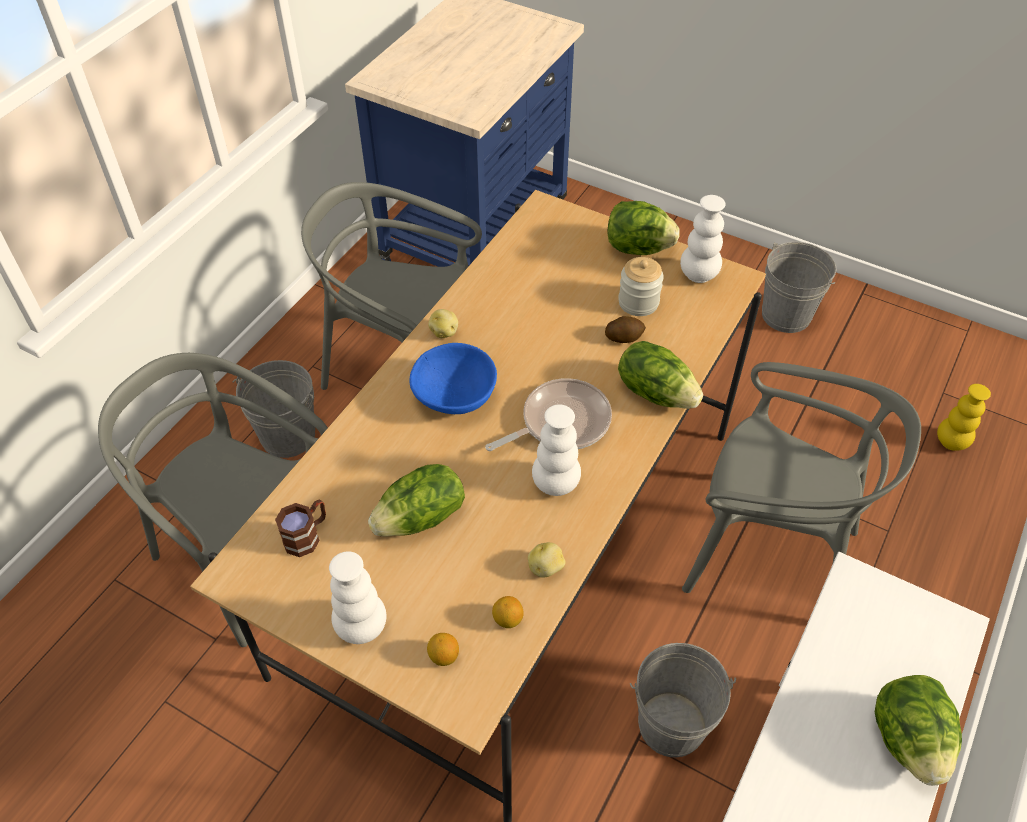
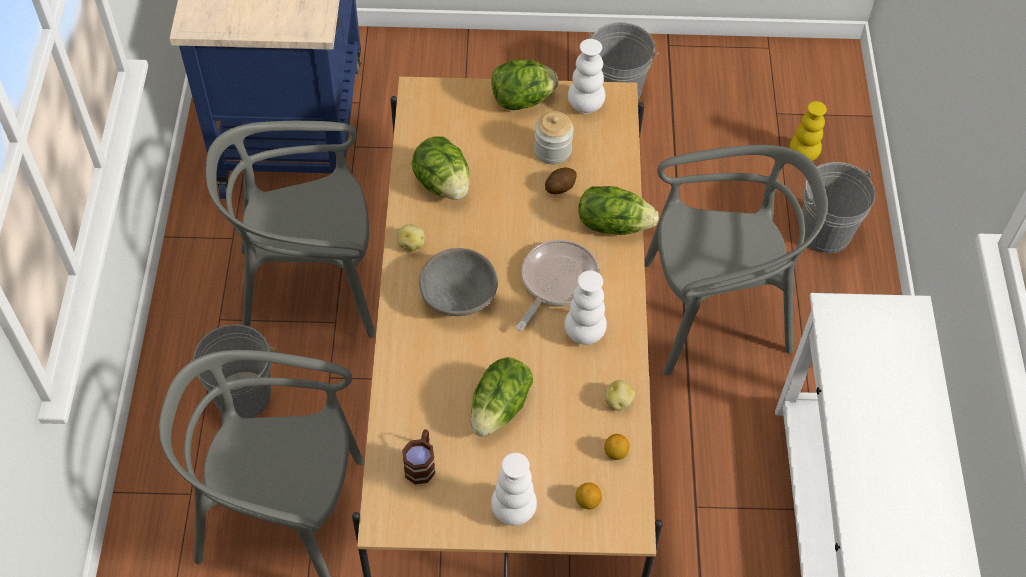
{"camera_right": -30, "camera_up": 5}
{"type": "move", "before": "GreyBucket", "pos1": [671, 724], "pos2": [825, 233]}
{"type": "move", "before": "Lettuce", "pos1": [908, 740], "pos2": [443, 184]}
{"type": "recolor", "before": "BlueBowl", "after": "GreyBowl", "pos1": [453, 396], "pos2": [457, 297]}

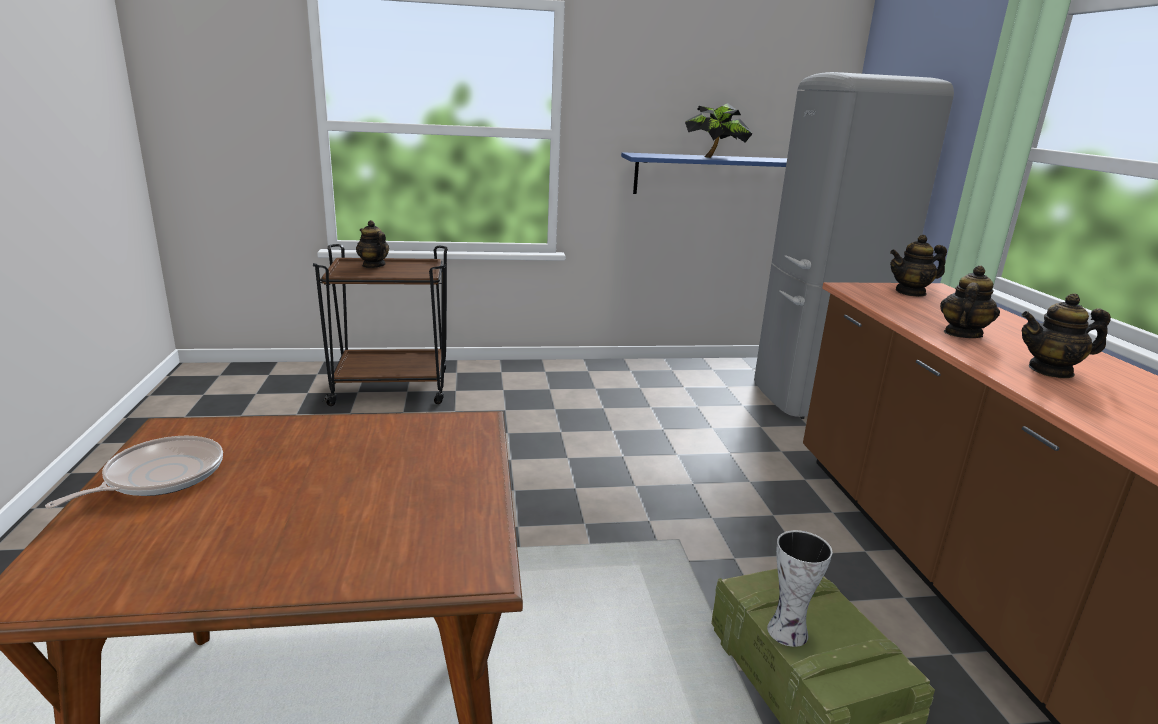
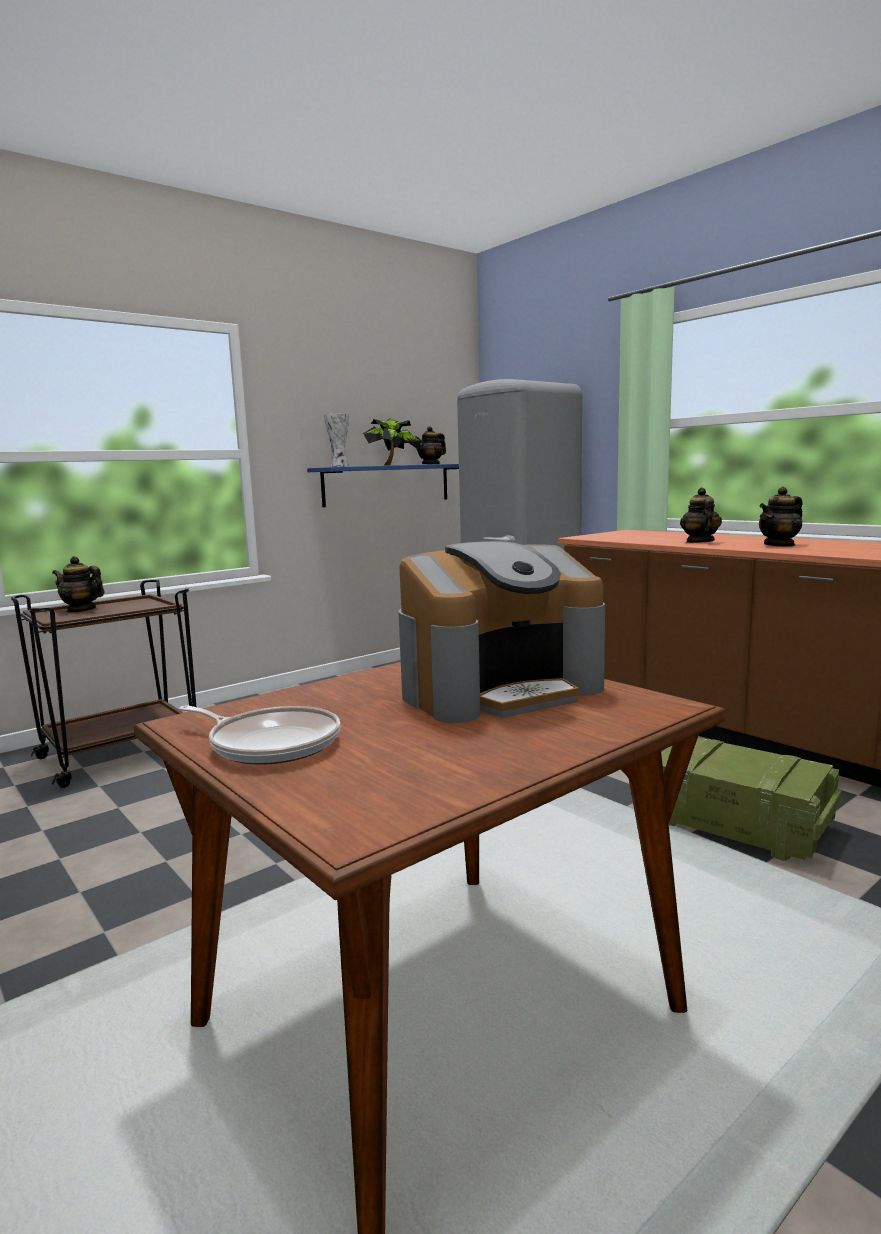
{"camera_right": -30, "camera_up": -10}
{"type": "insert", "after": "CoffeeMachine", "pos2": [500, 690]}
{"type": "move", "before": "Vase", "pos1": [787, 633], "pos2": [339, 466]}
{"type": "move", "before": "Teapot", "pos1": [911, 292], "pos2": [431, 464]}
{"type": "rotate", "before": "FryingPan", "pos1": [159, 477], "pos2": [270, 744], "turn": 120}

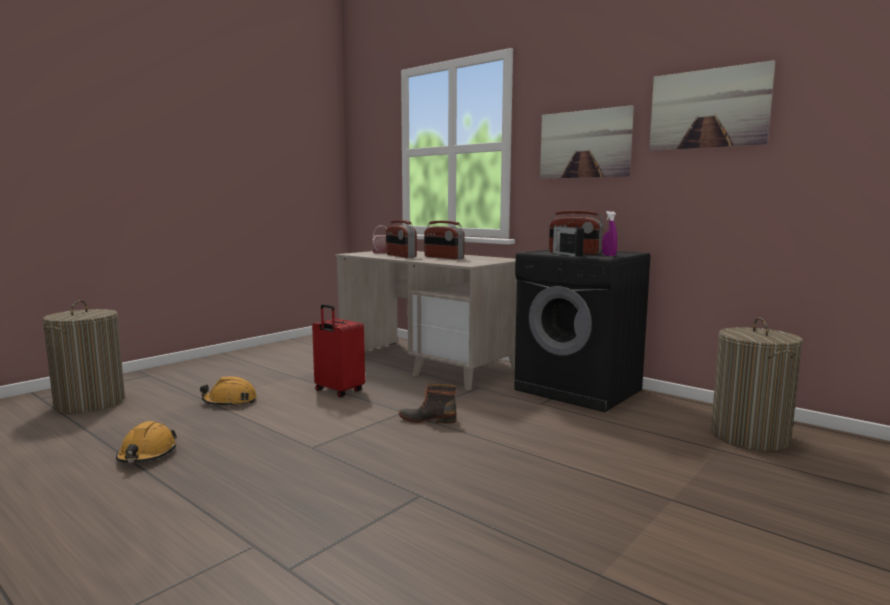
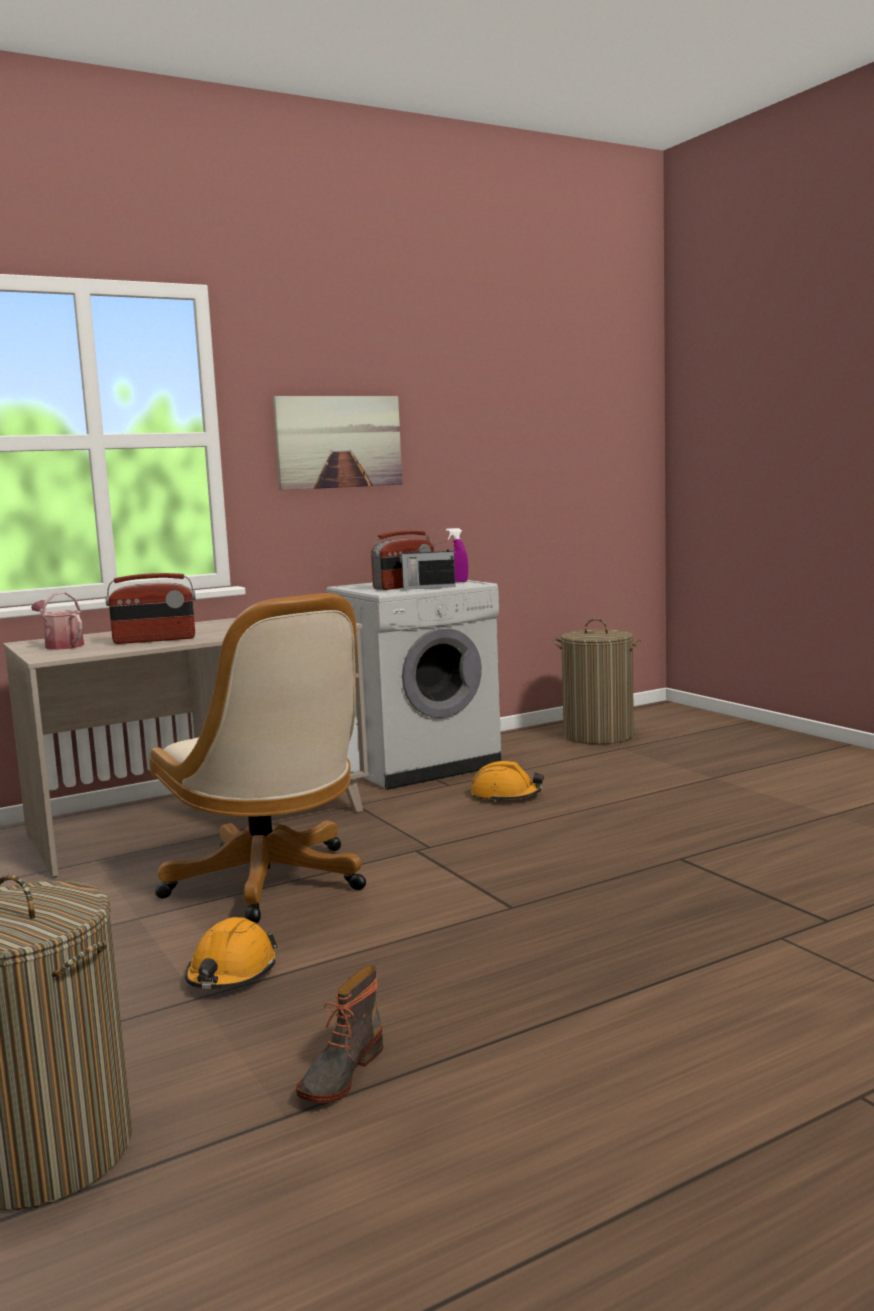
{"camera_right": -70, "camera_up": 0}
{"type": "delete", "before": "Radio", "pos1": [443, 257]}
{"type": "delete", "before": "Picture", "pos1": [708, 109]}
{"type": "move", "before": "OrangeHardHat", "pos1": [147, 455], "pos2": [506, 796]}
{"type": "move", "before": "Boot", "pos1": [427, 419], "pos2": [340, 1073]}
{"type": "replace", "before": "RedSuitcase", "after": "OfficeChair", "pos1": [338, 391], "pos2": [273, 886]}
{"type": "recolor", "before": "BlackWashingMachine", "after": "WhiteWashingMachine", "pos1": [577, 391], "pos2": [420, 766]}

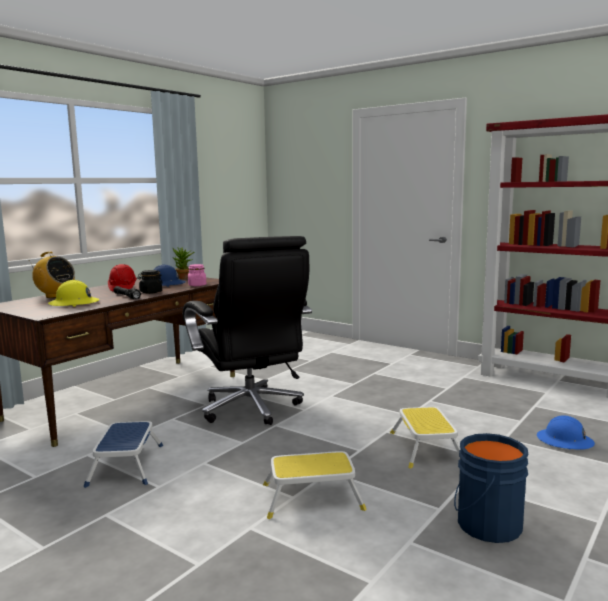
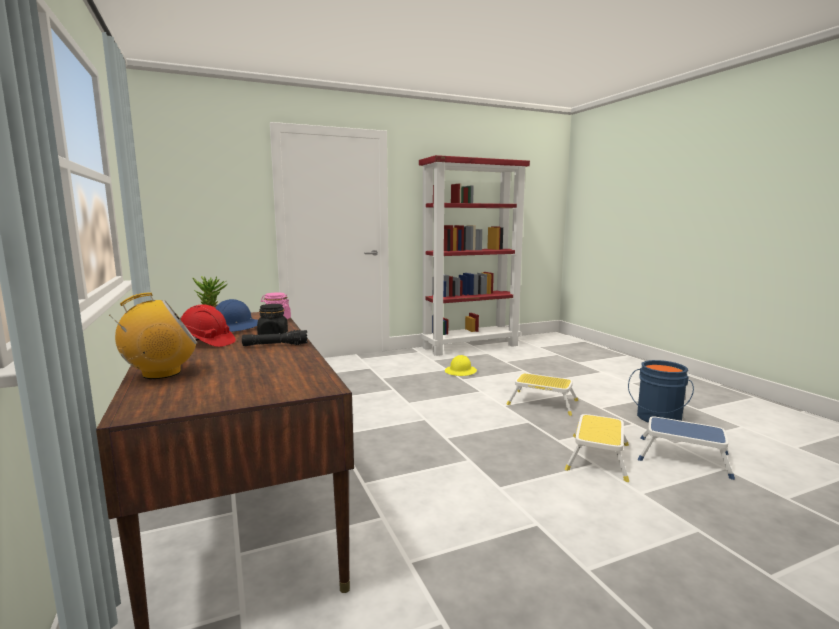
{"camera_right": -60, "camera_up": 0}
{"type": "delete", "before": "BlackOfficeChair", "pos1": [253, 410]}
{"type": "delete", "before": "BlueHardHat", "pos1": [565, 441]}
{"type": "move", "before": "YellowHardHat", "pos1": [74, 303], "pos2": [460, 371]}
{"type": "move", "before": "BlueStepLadder", "pos1": [126, 465], "pos2": [683, 457]}

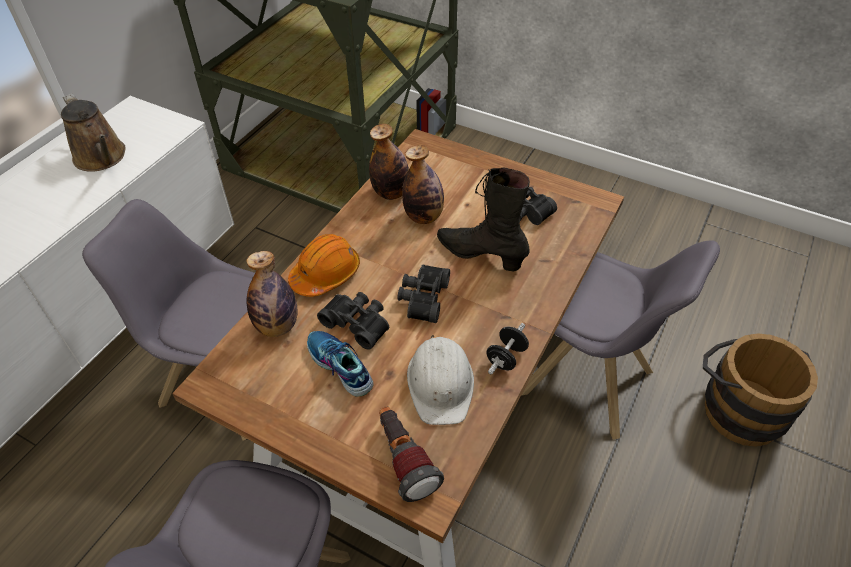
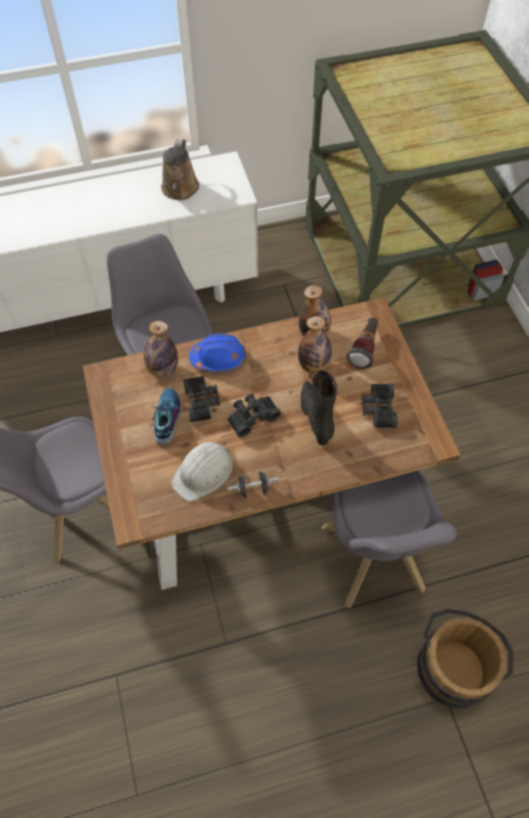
{"camera_right": 45, "camera_up": 10}
{"type": "move", "before": "Flashlight", "pos1": [404, 460], "pos2": [365, 347]}
{"type": "recolor", "before": "OrangeHardHat", "after": "BlueHardHat", "pos1": [326, 274], "pos2": [219, 358]}

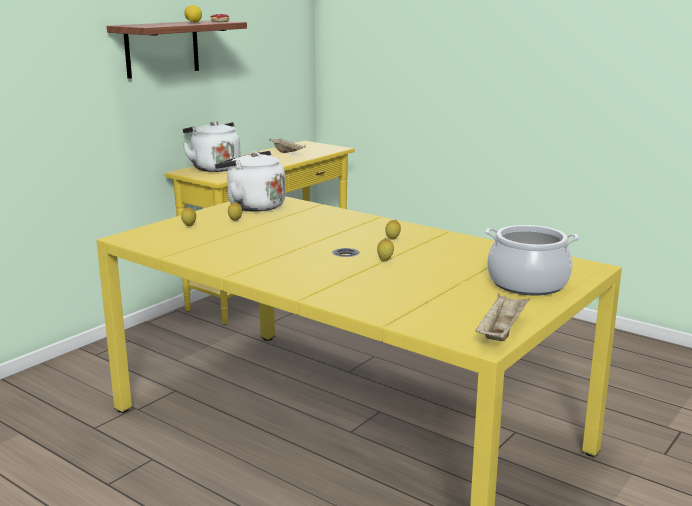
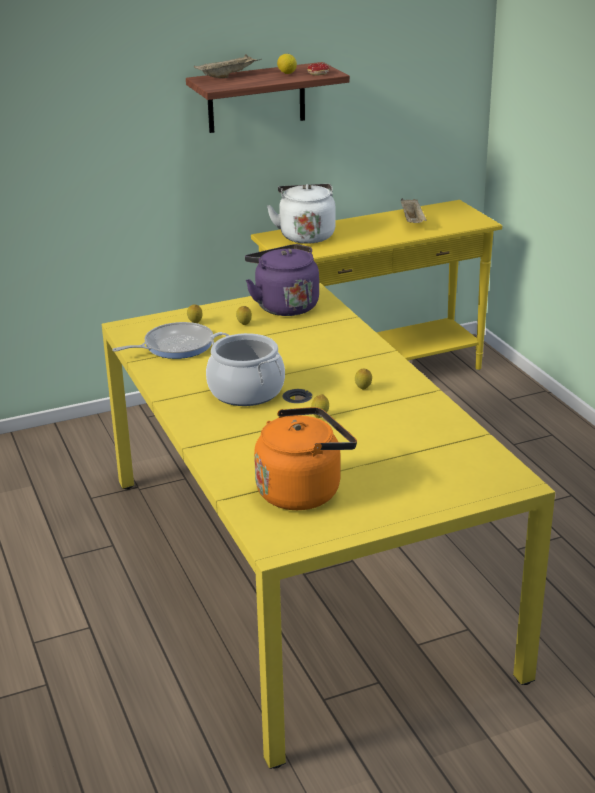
{"camera_right": 30, "camera_up": 10}
{"type": "insert", "after": "FryingPan", "pos2": [174, 346]}
{"type": "insert", "after": "OrangeKettle", "pos2": [303, 491]}
{"type": "move", "before": "BeigeTray", "pos1": [501, 331], "pos2": [228, 76]}
{"type": "move", "before": "CookingPot", "pos1": [527, 283], "pos2": [246, 391]}
{"type": "recolor", "before": "WhiteKettle", "after": "PurpleKettle", "pos1": [253, 206], "pos2": [284, 305]}

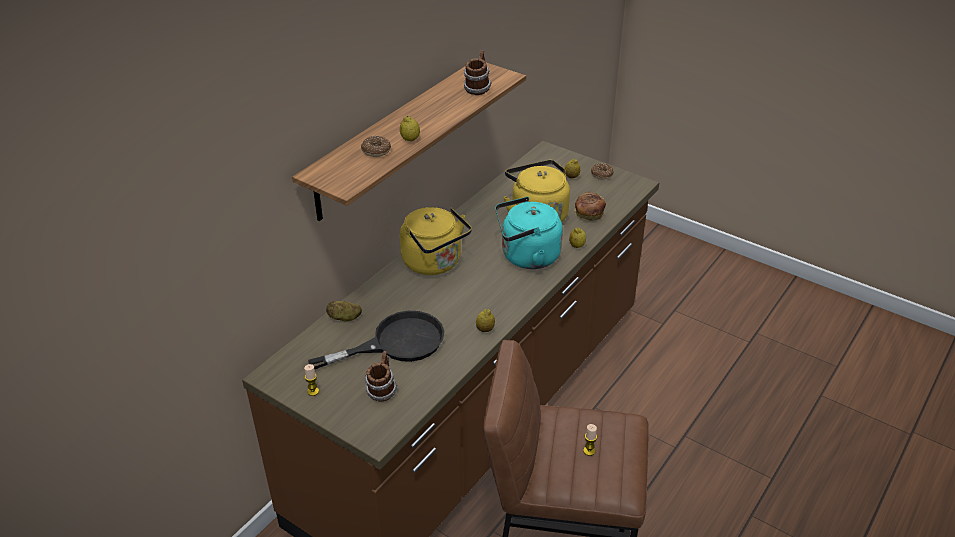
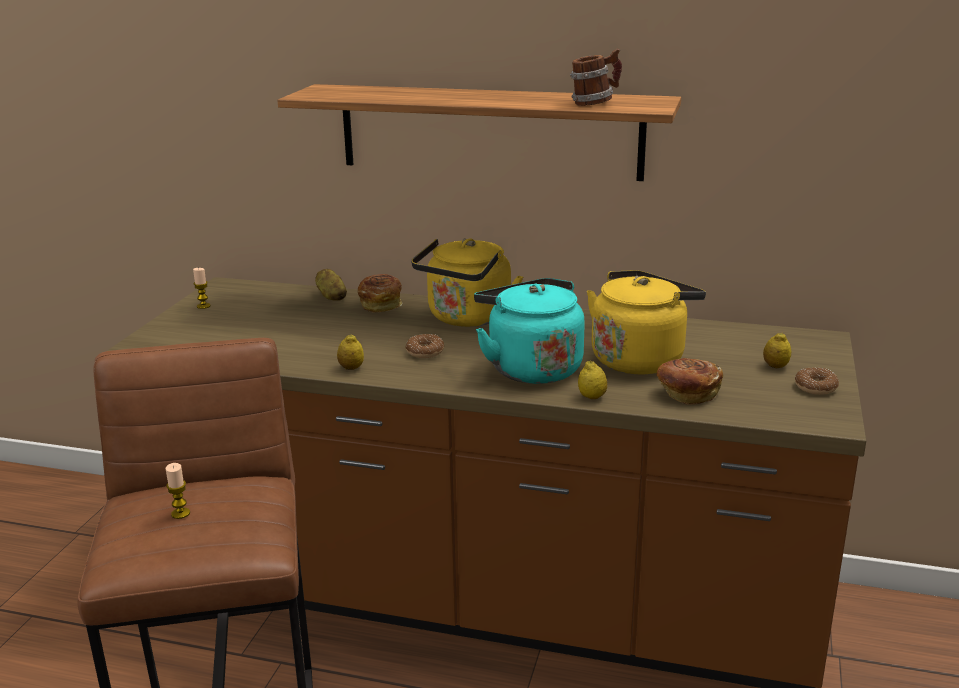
{"camera_right": 70, "camera_up": -15}
{"type": "delete", "before": "BlackFryingPan", "pos1": [396, 343]}
{"type": "delete", "before": "Mug", "pos1": [382, 390]}
{"type": "delete", "before": "Lemon", "pos1": [410, 139]}
{"type": "insert", "after": "Bread", "pos2": [381, 304]}
{"type": "move", "before": "Donut", "pos1": [376, 151], "pos2": [425, 352]}

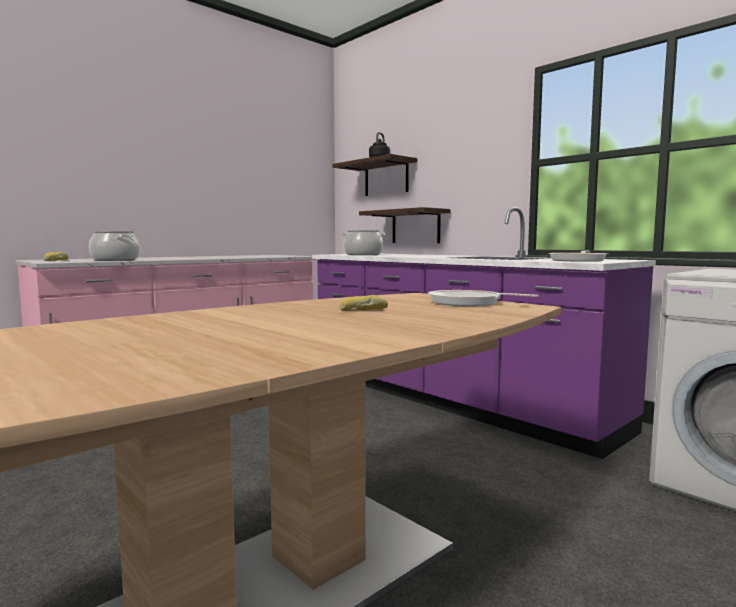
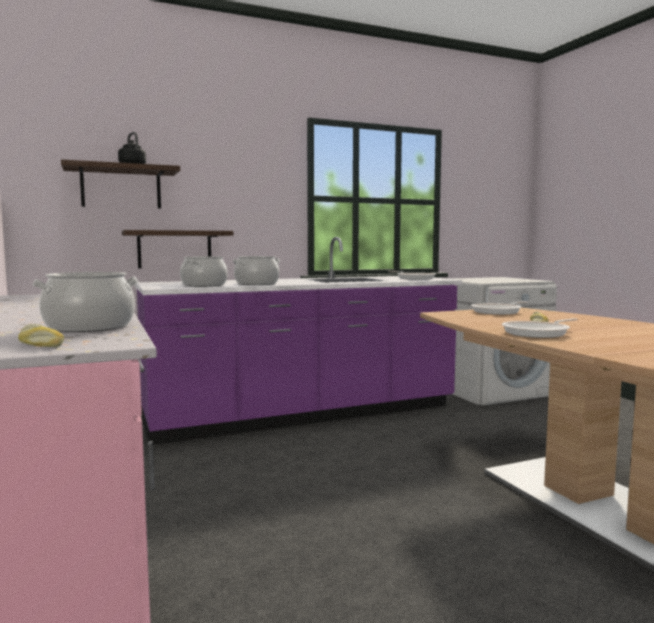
{"camera_right": -70, "camera_up": 0}
{"type": "insert", "after": "CookingPot", "pos2": [256, 284]}
{"type": "insert", "after": "FryingPan", "pos2": [538, 333]}

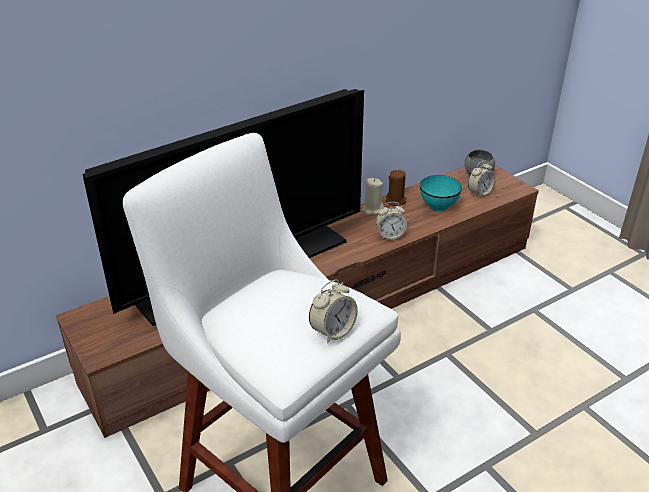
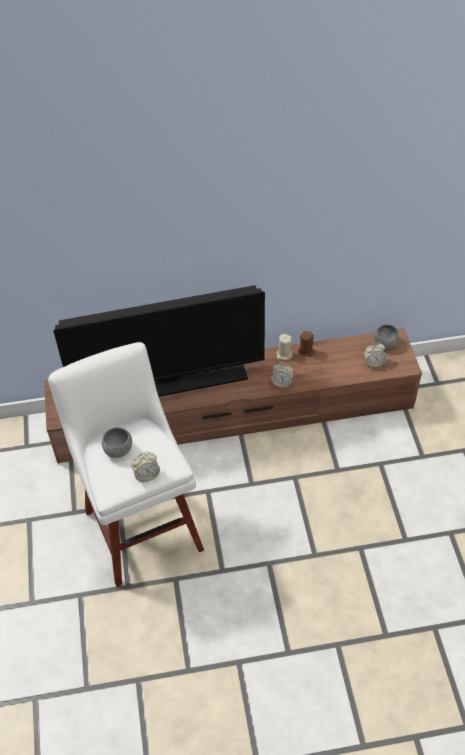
{"camera_right": 25, "camera_up": 15}
{"type": "delete", "before": "TurquoiseBowl", "pos1": [439, 206]}
{"type": "insert", "after": "GreyBowl", "pos2": [118, 449]}

